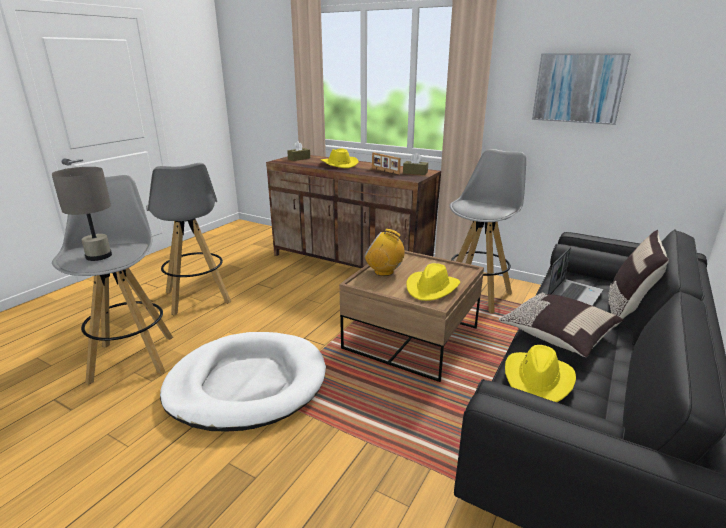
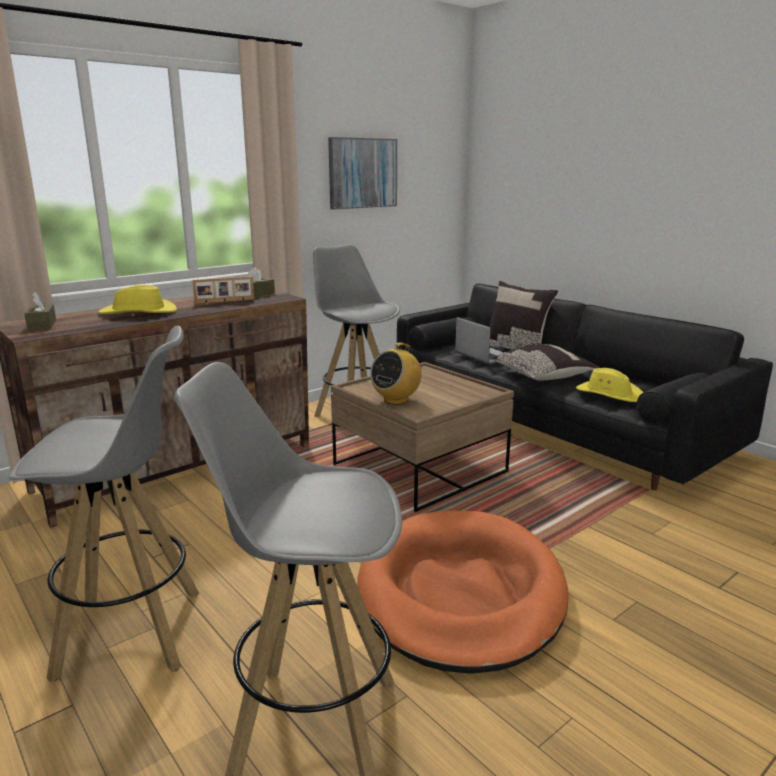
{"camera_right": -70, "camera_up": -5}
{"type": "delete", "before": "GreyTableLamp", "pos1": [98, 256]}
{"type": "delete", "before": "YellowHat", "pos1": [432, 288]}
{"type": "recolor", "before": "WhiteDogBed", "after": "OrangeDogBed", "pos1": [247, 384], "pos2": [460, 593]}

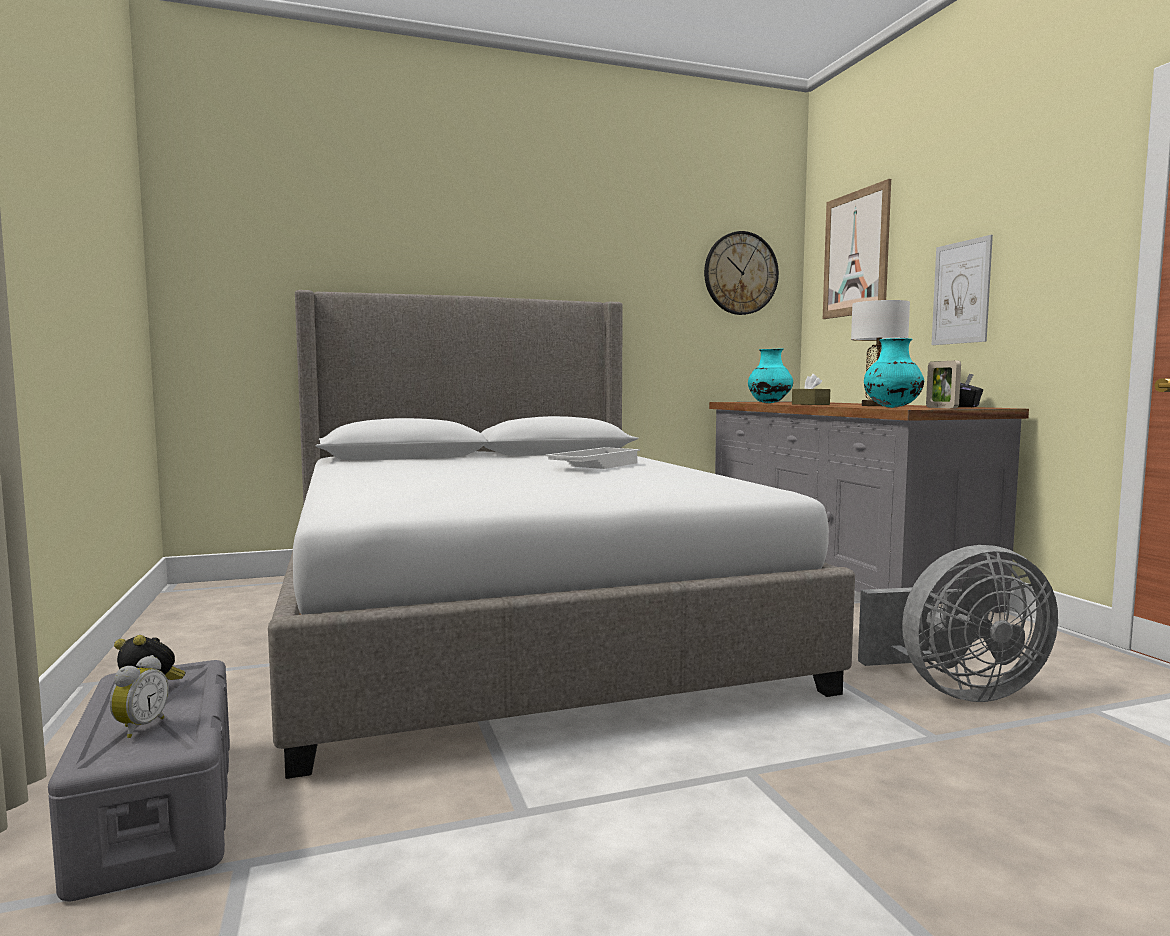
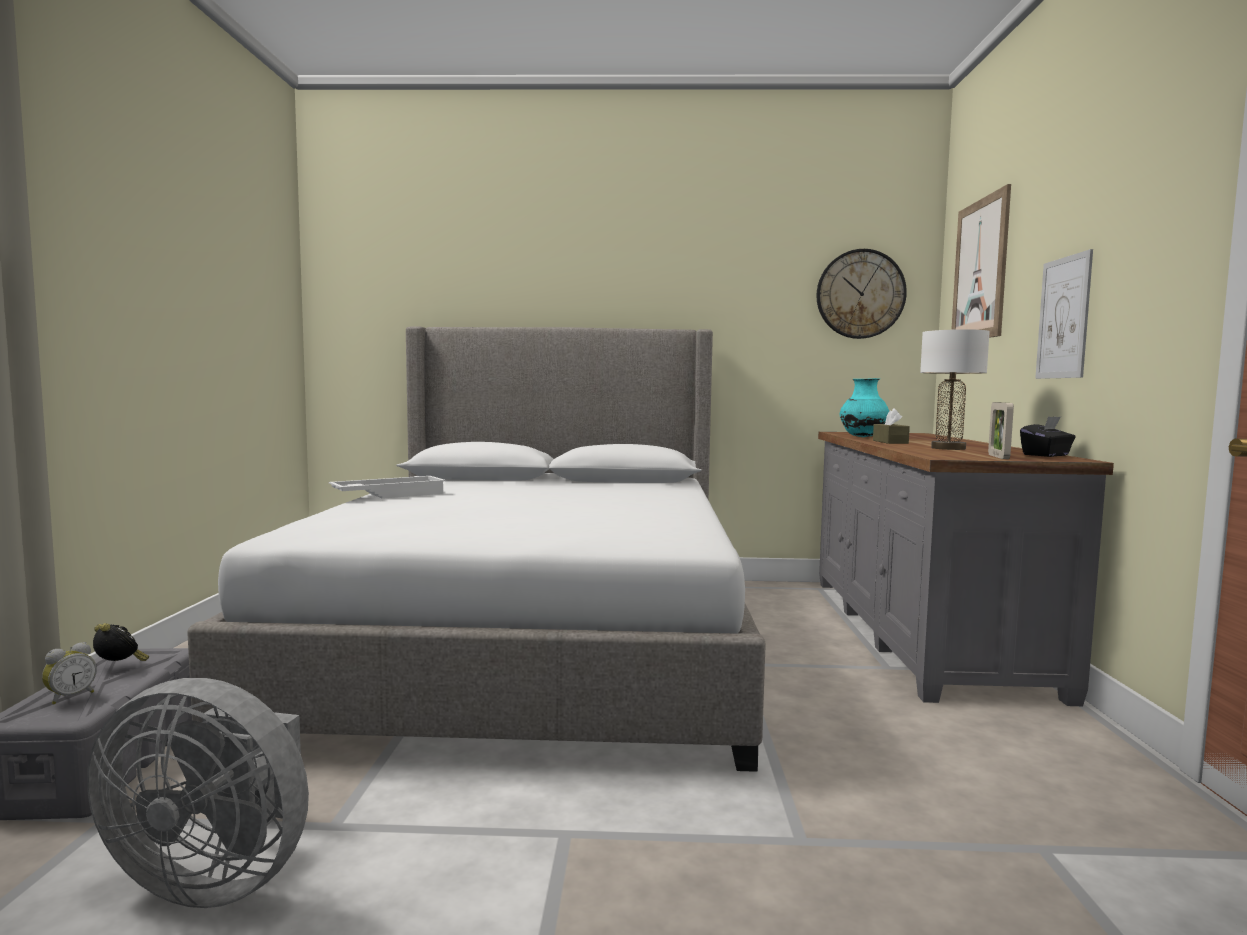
{"camera_right": 20, "camera_up": 0}
{"type": "delete", "before": "TurquoiseVase", "pos1": [892, 407]}
{"type": "move", "before": "WhiteTray", "pos1": [593, 466], "pos2": [389, 494]}
{"type": "move", "before": "GreyFan", "pos1": [956, 691], "pos2": [218, 876]}

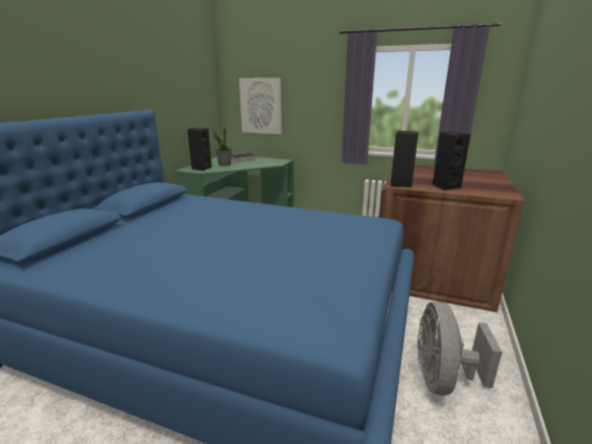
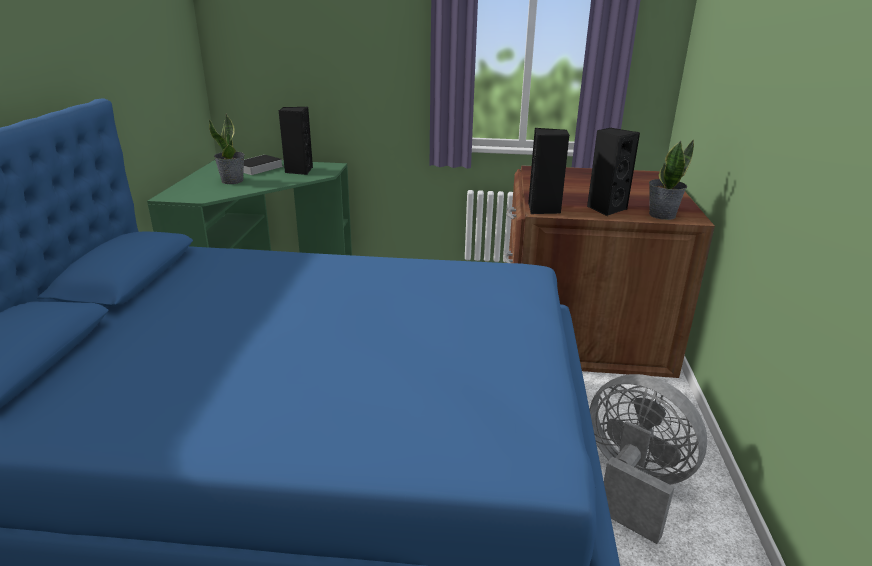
{"camera_right": -15, "camera_up": 5}
{"type": "delete", "before": "Picture", "pos1": [261, 106]}
{"type": "insert", "after": "PottedPlant", "pos2": [661, 215]}
{"type": "move", "before": "BlackSpeaker", "pos1": [201, 168], "pos2": [298, 171]}
{"type": "rotate", "before": "GreyFan", "pos1": [442, 379], "pos2": [633, 484], "turn": 135}

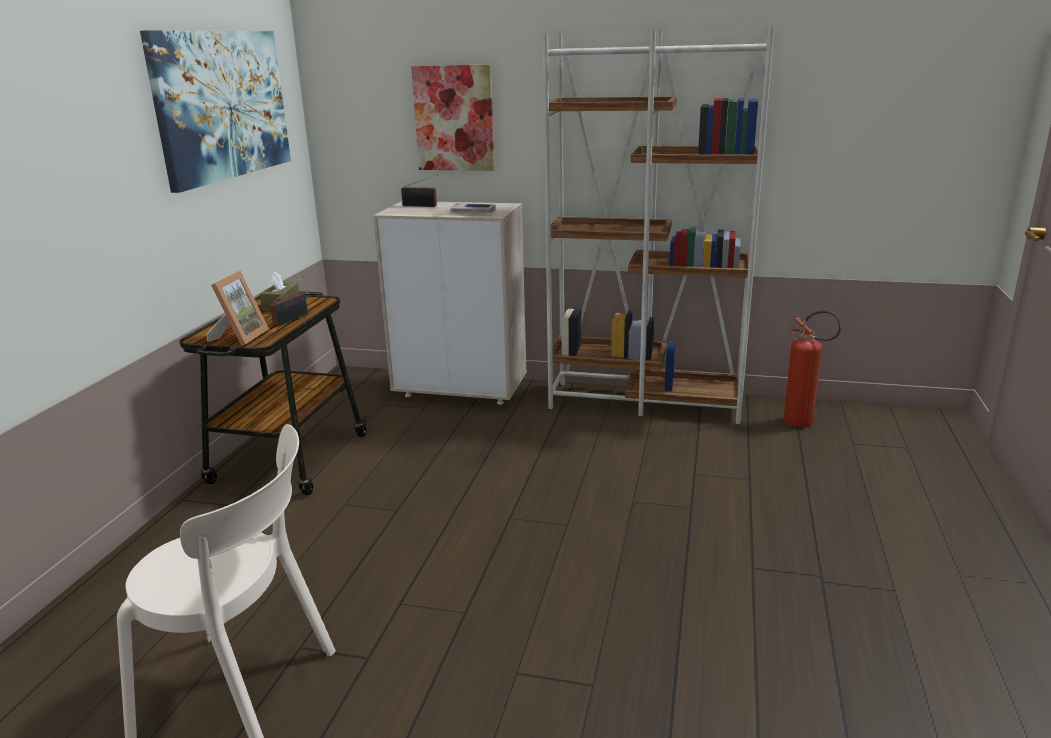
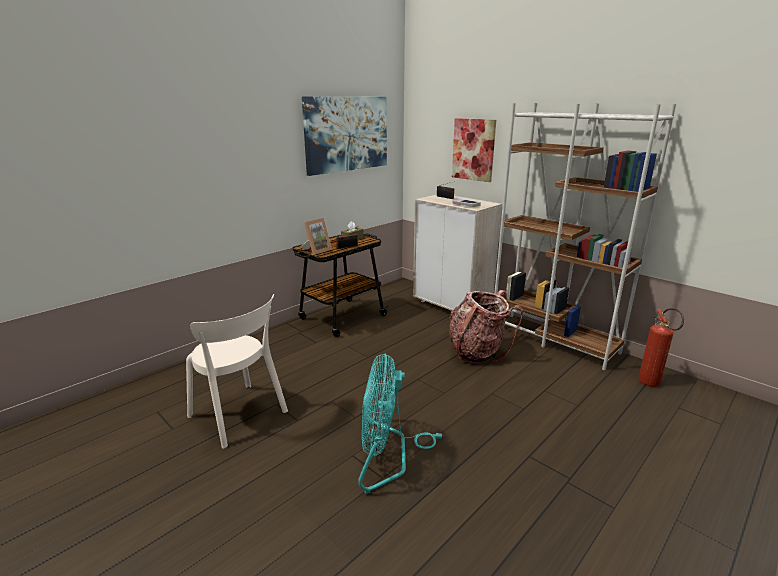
{"camera_right": 30, "camera_up": 0}
{"type": "insert", "after": "TurquoiseFan", "pos2": [389, 451]}
{"type": "insert", "after": "Backpack", "pos2": [477, 351]}

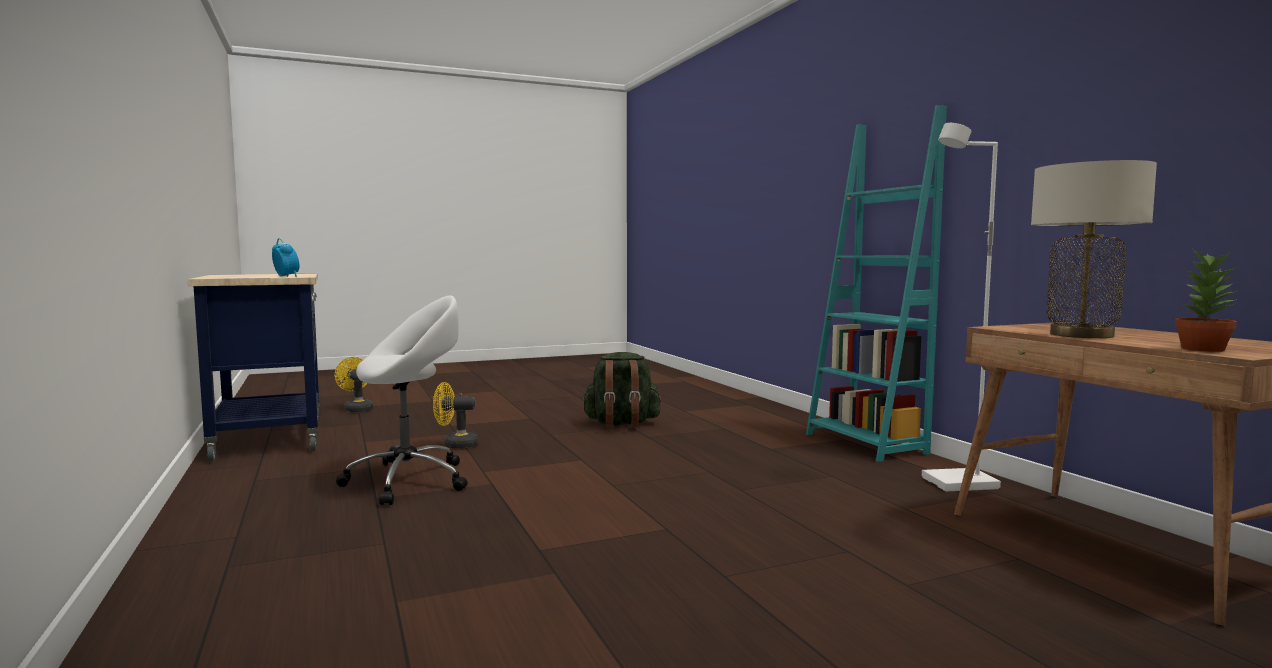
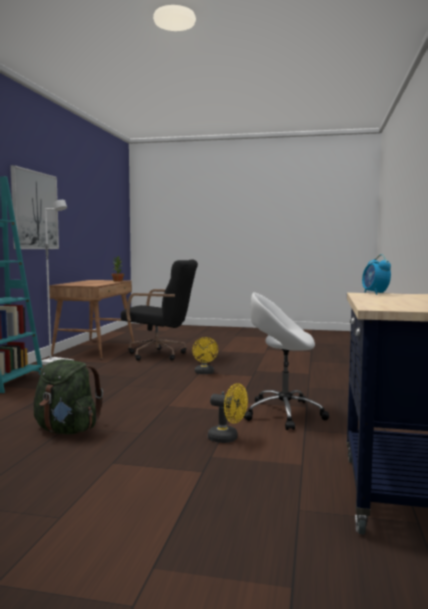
{"camera_right": -145, "camera_up": 0}
{"type": "delete", "before": "TableLamp", "pos1": [1081, 335]}
{"type": "insert", "after": "Picture", "pos2": [34, 210]}
{"type": "insert", "after": "BlackOfficeChair", "pos2": [160, 355]}
{"type": "move", "before": "YellowFan", "pos1": [357, 409], "pos2": [204, 373]}

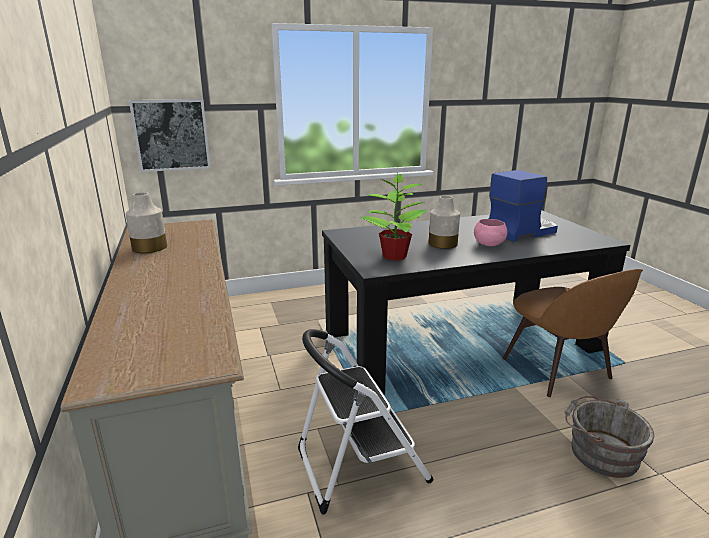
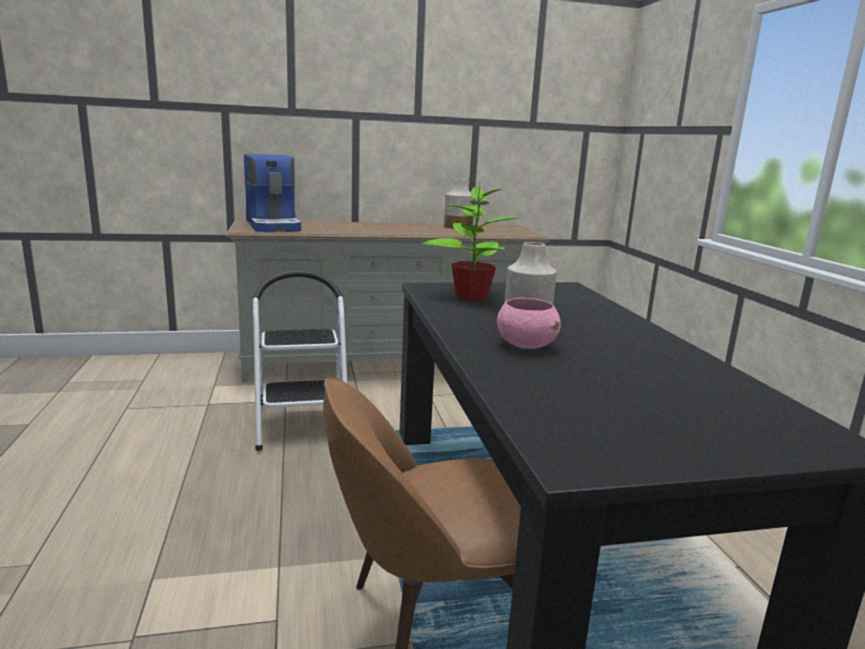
{"camera_right": 95, "camera_up": -5}
{"type": "delete", "before": "Picture", "pos1": [171, 135]}
{"type": "delete", "before": "GreyBucket", "pos1": [599, 452]}
{"type": "move", "before": "CoffeeMachine", "pos1": [521, 231], "pos2": [274, 226]}

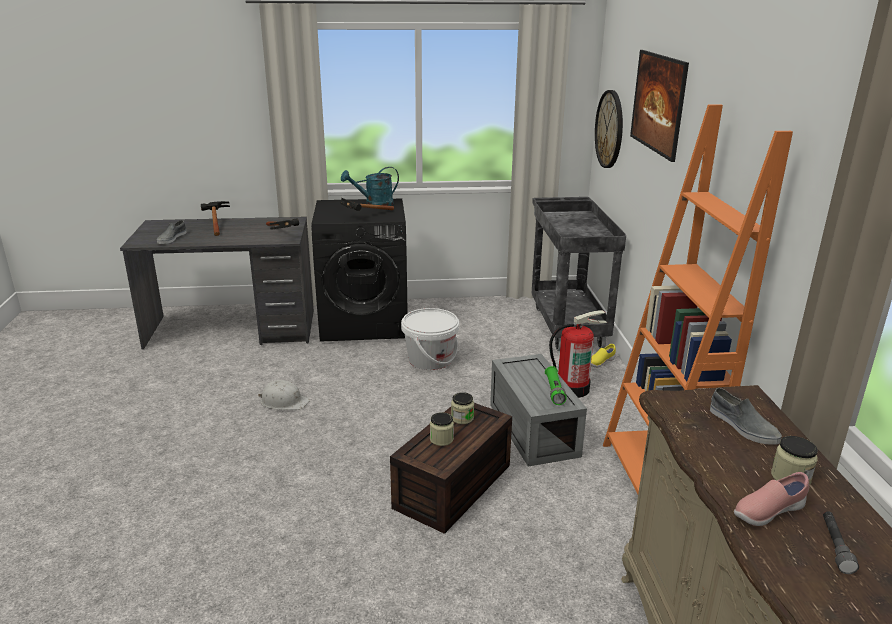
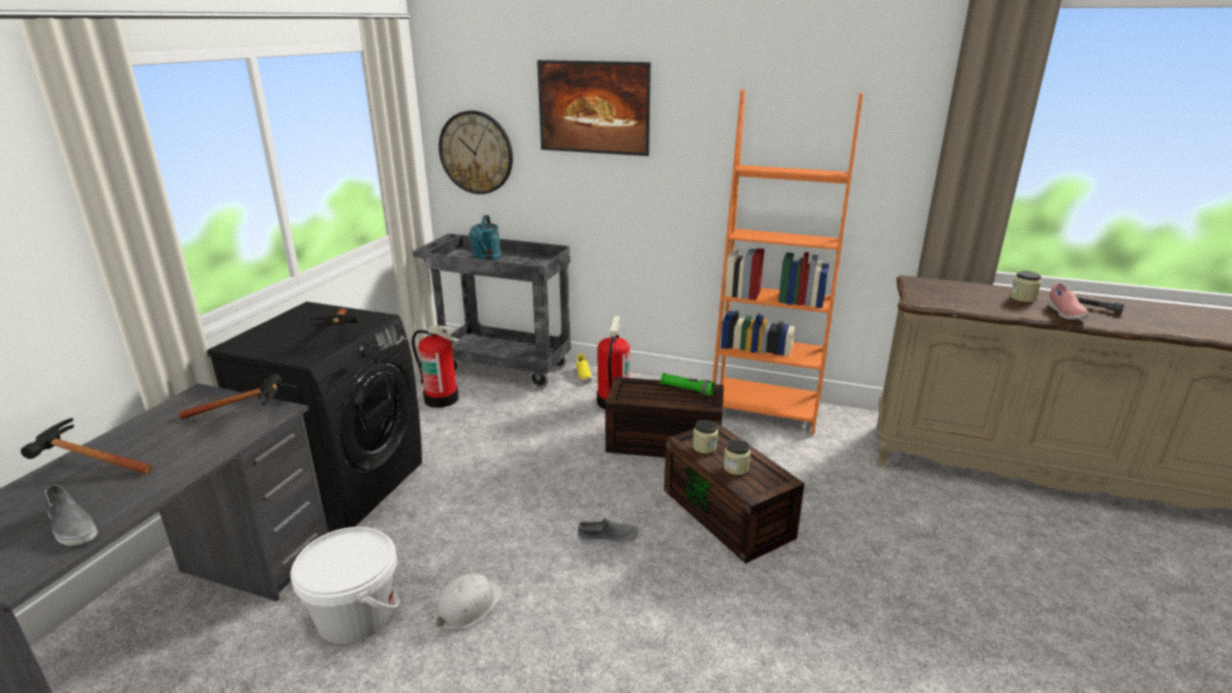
{"camera_right": -65, "camera_up": 0}
{"type": "insert", "after": "FireExtinguisher", "pos2": [442, 399]}
{"type": "move", "before": "TurquoiseWateringCan", "pos1": [374, 204], "pos2": [486, 259]}
{"type": "move", "before": "WhiteBucket", "pos1": [430, 359], "pos2": [355, 615]}
{"type": "move", "before": "GreyShoe", "pos1": [742, 426], "pos2": [608, 537]}
{"type": "recolor", "before": "GreyStorageBox", "after": "BrownStorageBox", "pos1": [531, 429], "pos2": [662, 442]}

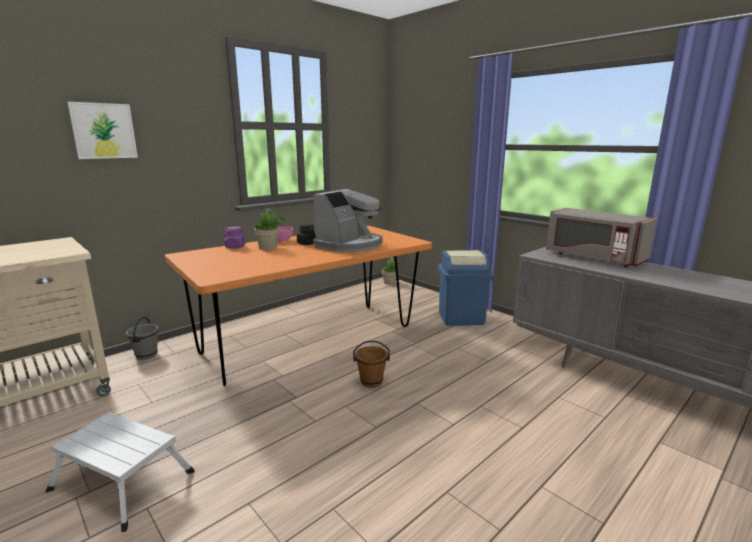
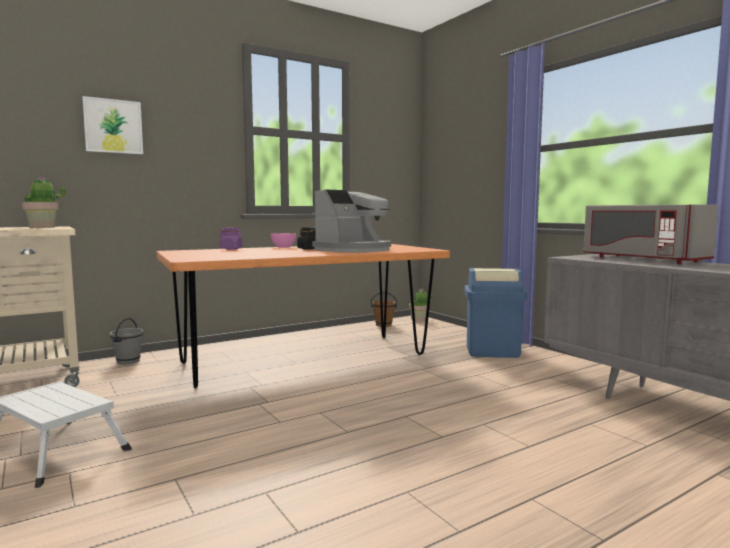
{"camera_right": 10, "camera_up": -10}
{"type": "move", "before": "PottedPlant", "pos1": [268, 247], "pos2": [42, 227]}
{"type": "move", "before": "BrownBucket", "pos1": [371, 381], "pos2": [383, 325]}

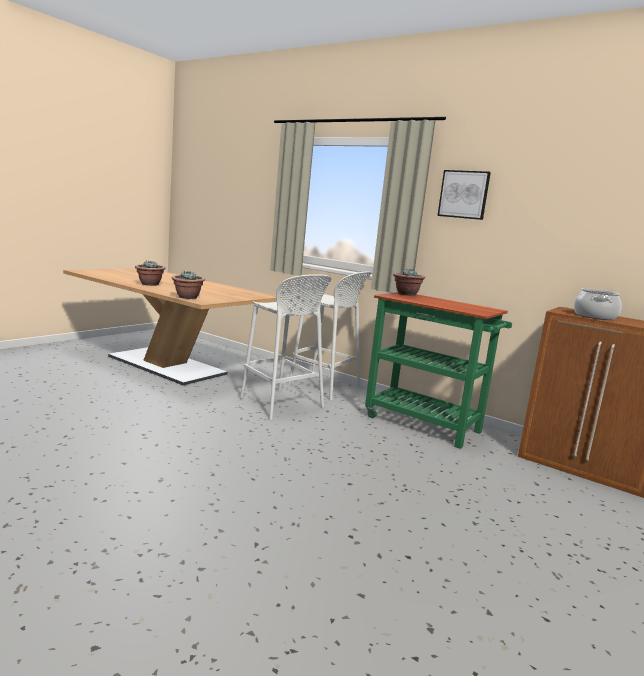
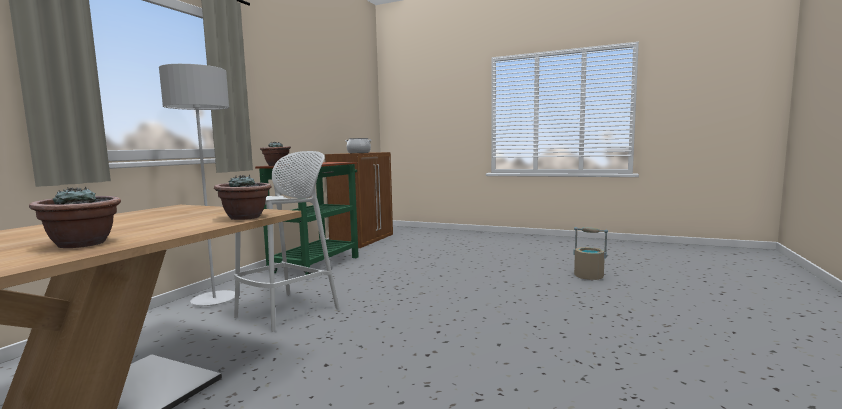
{"camera_right": -100, "camera_up": -5}
{"type": "delete", "before": "Picture", "pos1": [464, 194]}
{"type": "insert", "after": "BeigeBucket", "pos2": [589, 276]}
{"type": "replace", "before": "WhiteStool", "after": "GreyFloorLamp", "pos1": [324, 387], "pos2": [214, 300]}

